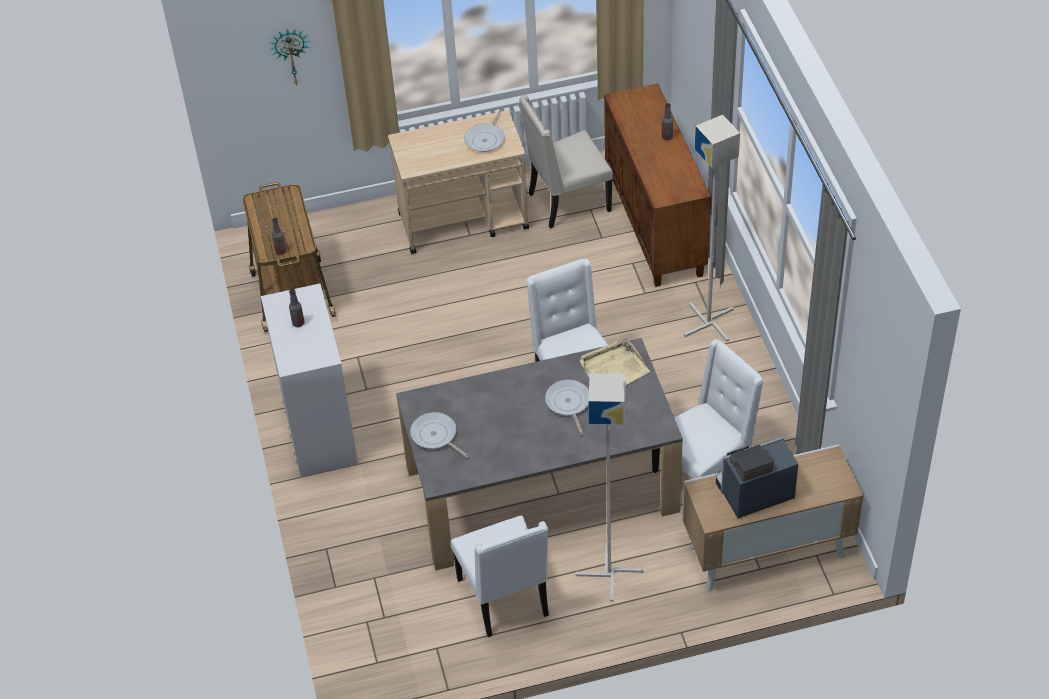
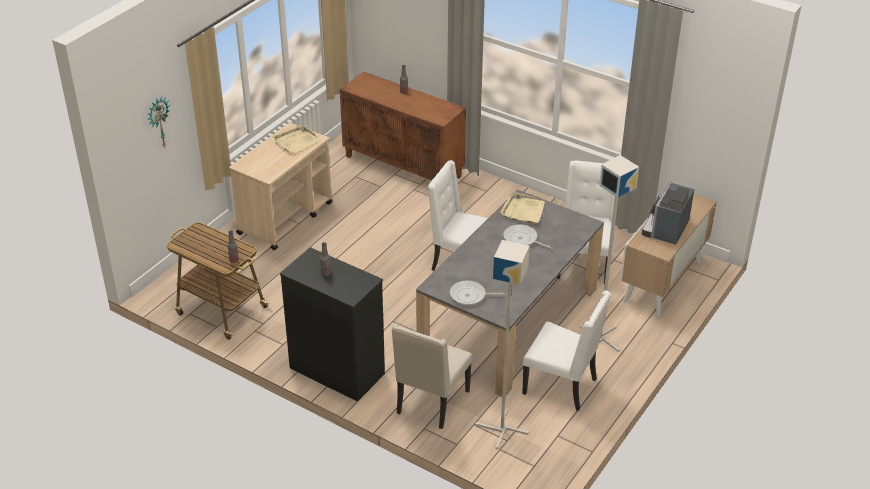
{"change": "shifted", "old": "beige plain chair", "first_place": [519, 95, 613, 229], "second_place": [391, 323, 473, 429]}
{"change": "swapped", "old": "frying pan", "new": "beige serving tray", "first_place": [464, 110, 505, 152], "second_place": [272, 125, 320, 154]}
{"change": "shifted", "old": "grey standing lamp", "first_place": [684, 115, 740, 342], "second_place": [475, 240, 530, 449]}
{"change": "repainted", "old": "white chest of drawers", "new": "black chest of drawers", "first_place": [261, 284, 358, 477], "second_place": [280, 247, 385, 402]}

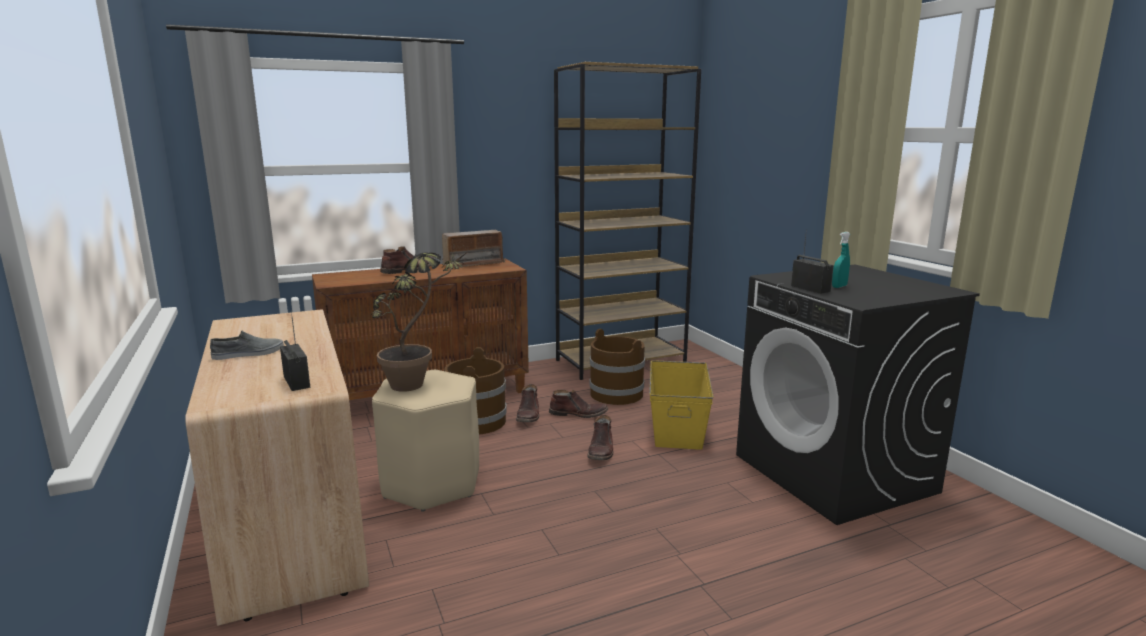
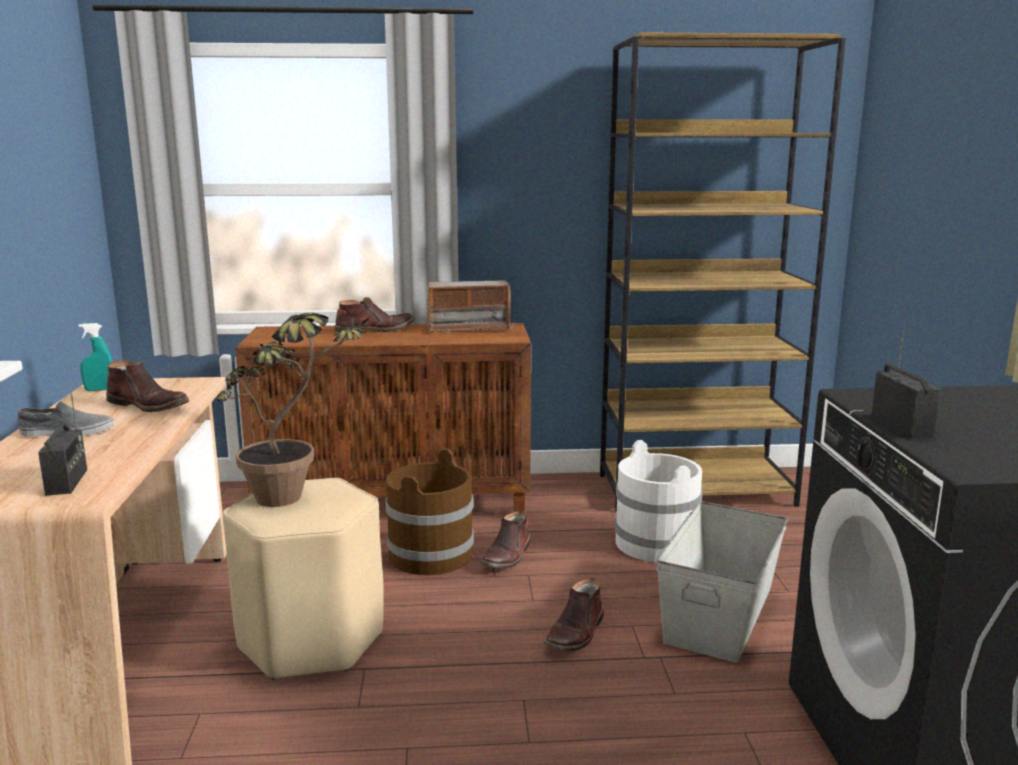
{"change": "shifted", "old": "turquoise sprayer", "first_place": [832, 232, 850, 288], "second_place": [79, 323, 113, 391]}
{"change": "repainted", "old": "brownish water bucket", "new": "white water bucket", "first_place": [589, 329, 645, 405], "second_place": [615, 440, 703, 562]}
{"change": "repainted", "old": "yellow-coloured storage container", "new": "grey storage container", "first_place": [649, 360, 714, 450], "second_place": [656, 501, 788, 663]}
{"change": "shifted", "old": "brownish high-top boot", "first_place": [549, 390, 608, 418], "second_place": [106, 360, 189, 412]}

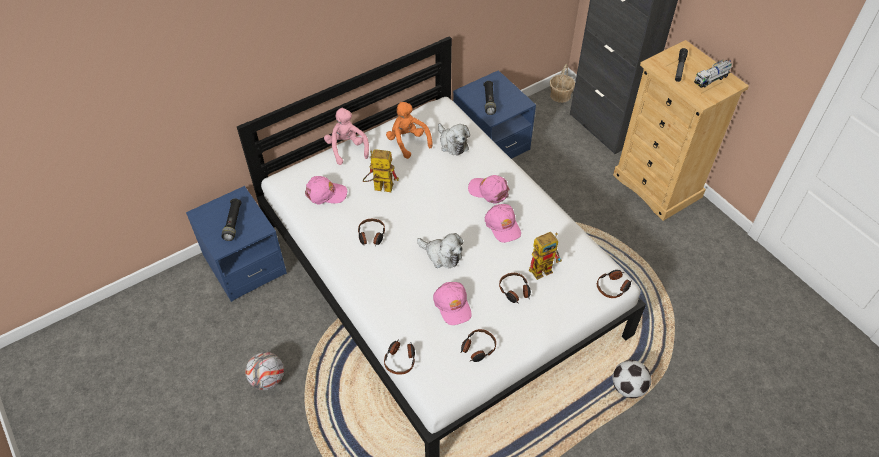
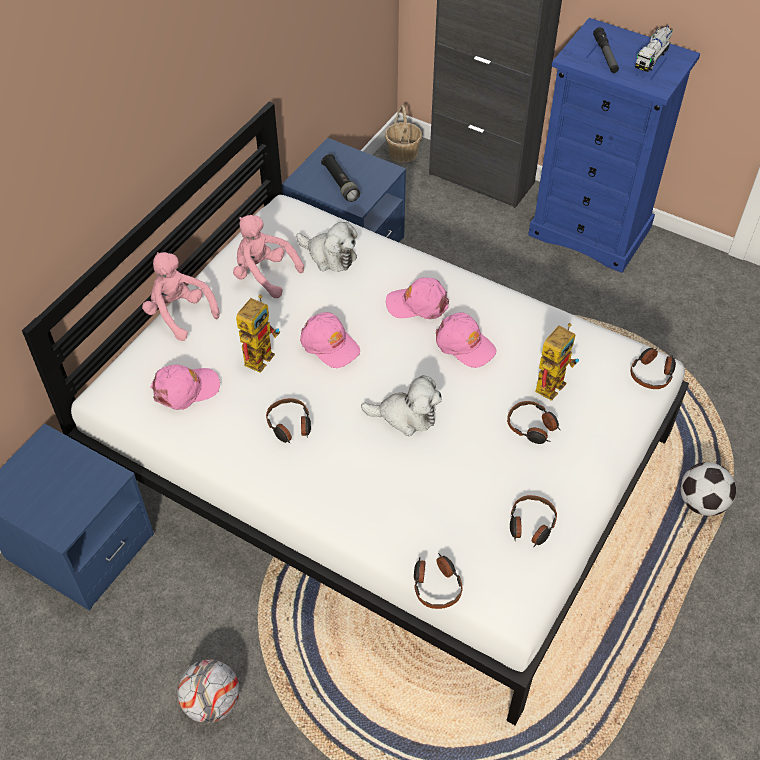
{"change": "repainted", "old": "beige chest of drawers", "new": "blue chest of drawers", "first_place": [613, 40, 749, 221], "second_place": [528, 18, 700, 273]}
{"change": "repainted", "old": "orange cuddly toy", "new": "pink cuddly toy", "first_place": [386, 102, 433, 159], "second_place": [233, 215, 304, 298]}
{"change": "rotated", "old": "model robot", "first_place": [363, 149, 399, 192], "second_place": [236, 295, 280, 373], "degrees": 135}
{"change": "gone", "old": "black torch", "first_place": [222, 199, 242, 241]}
{"change": "shifted", "old": "pink cap", "first_place": [433, 282, 472, 325], "second_place": [300, 312, 360, 368]}

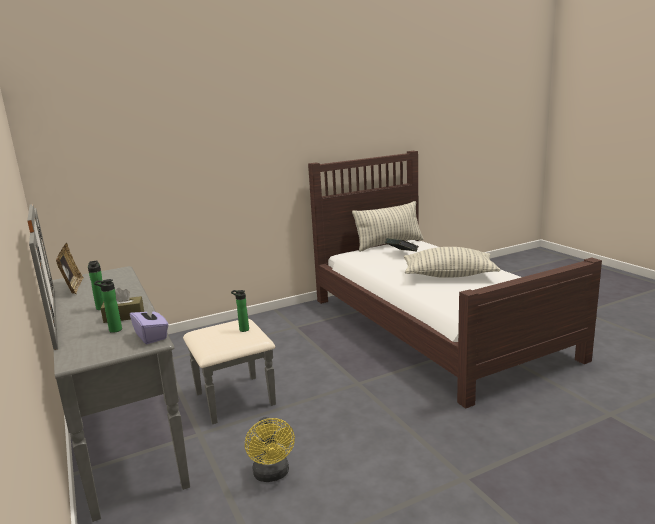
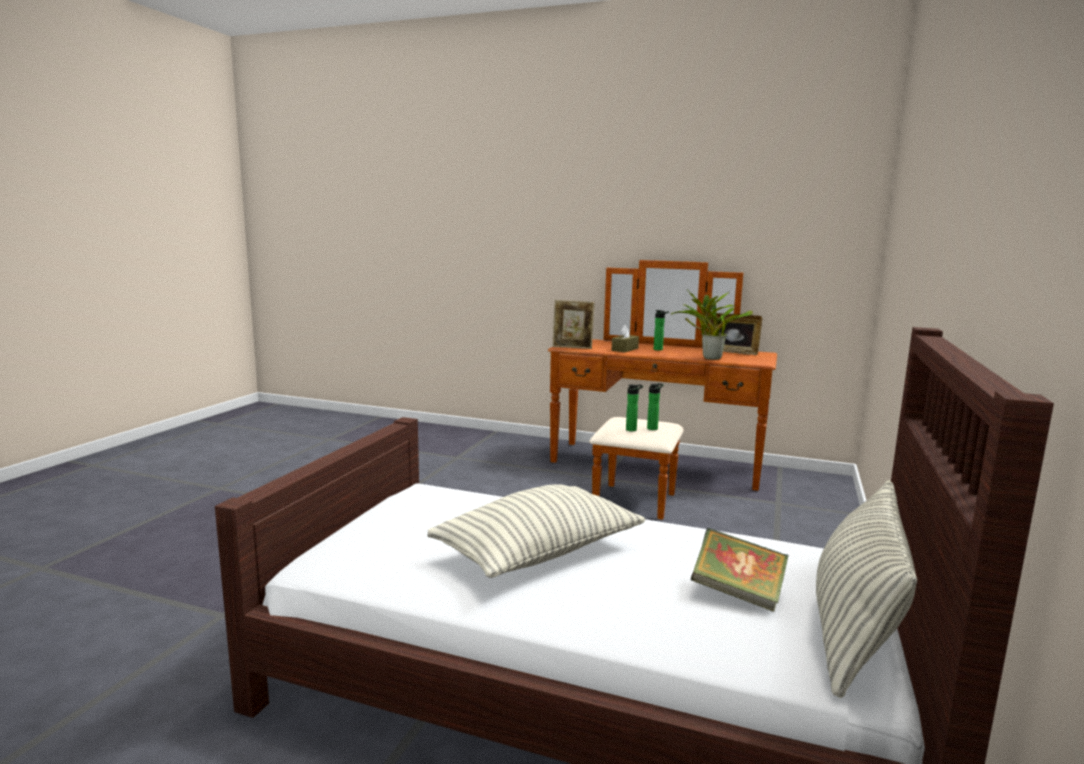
{"change": "repainted", "old": "grey chest of drawers", "new": "brownish chest of drawers", "first_place": [27, 204, 276, 522], "second_place": [548, 260, 777, 520]}
{"change": "shifted", "old": "beverage bottle", "first_place": [94, 279, 122, 333], "second_place": [647, 383, 663, 430]}
{"change": "swapped", "old": "purple-coloured tissue holder", "new": "picture frame", "first_place": [130, 304, 168, 344], "second_place": [552, 300, 595, 349]}
{"change": "gone", "old": "yellow-coloured electric fan", "first_place": [245, 417, 295, 482]}
{"change": "new", "new": "houseplant", "second_place": [670, 289, 753, 360]}

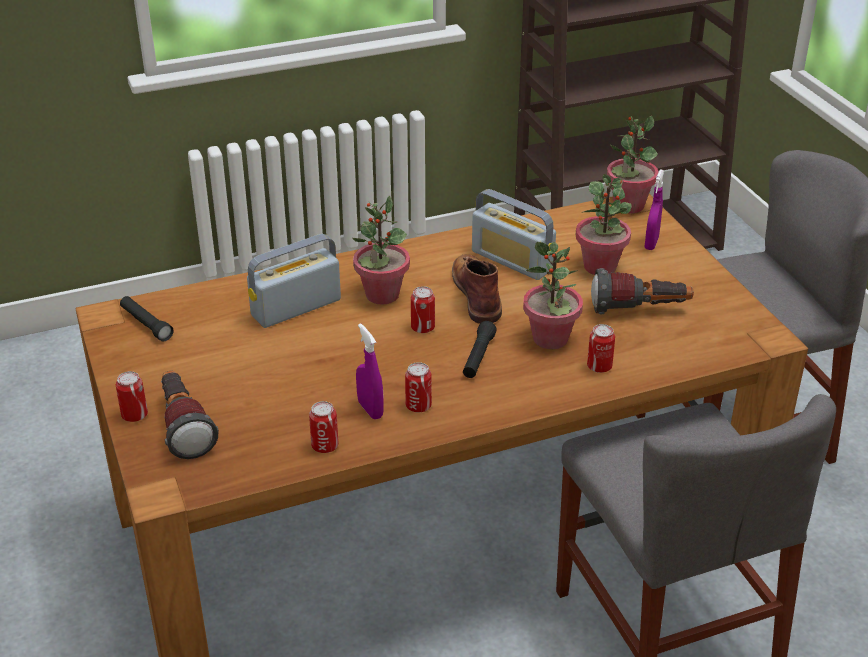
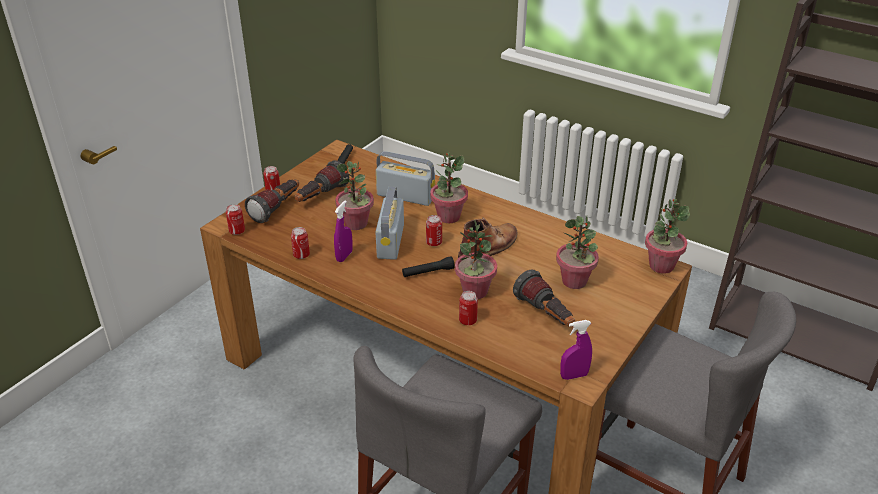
{"change": "shifted", "old": "purple-coloured sprayer", "first_place": [644, 169, 664, 250], "second_place": [560, 320, 592, 380]}
{"change": "shifted", "old": "radio set", "first_place": [472, 189, 556, 280], "second_place": [376, 187, 404, 260]}
{"change": "shifted", "old": "sealed can", "first_place": [405, 362, 432, 413], "second_place": [226, 204, 245, 235]}
{"change": "new", "new": "torch", "second_place": [295, 160, 349, 202]}
{"change": "new", "new": "houseplant", "second_place": [335, 161, 374, 230]}

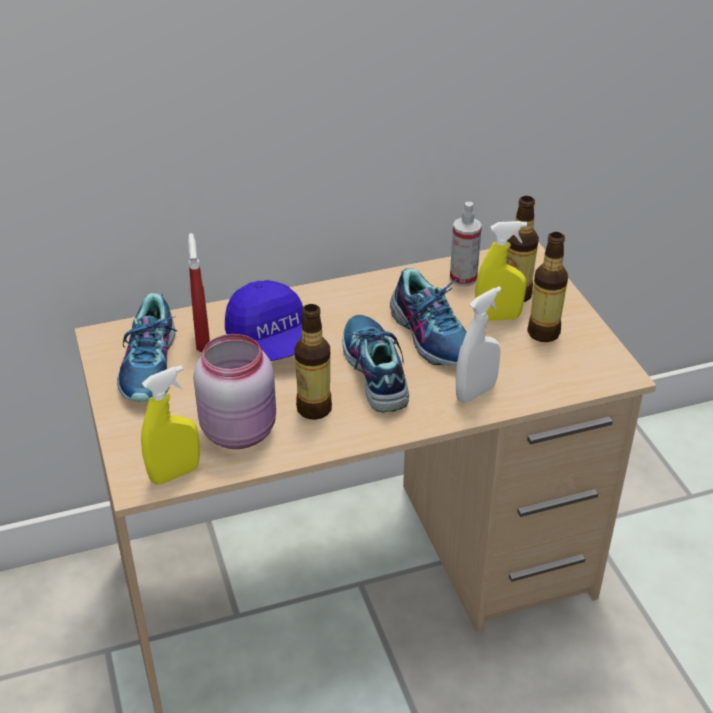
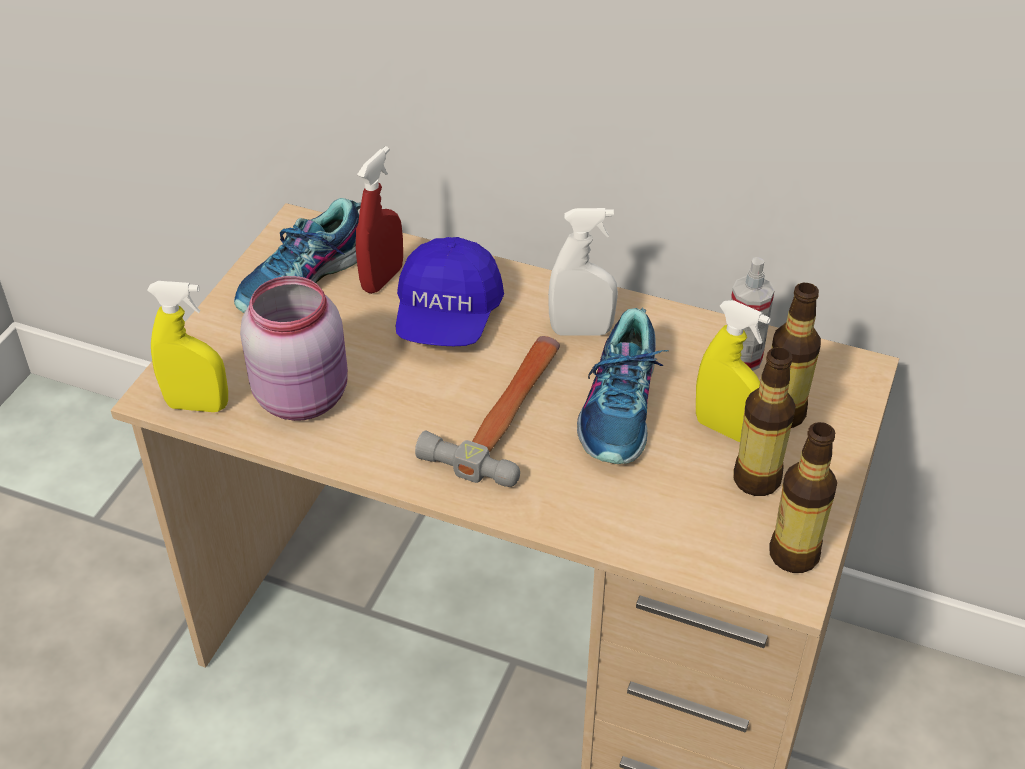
{"change": "shifted", "old": "white sprayer", "first_place": [456, 286, 502, 402], "second_place": [548, 208, 618, 336]}
{"change": "shifted", "old": "beverage bottle", "first_place": [294, 304, 332, 420], "second_place": [769, 422, 837, 573]}
{"change": "swapped", "old": "shoe", "new": "tool hammer", "first_place": [342, 315, 409, 412], "second_place": [415, 336, 560, 487]}

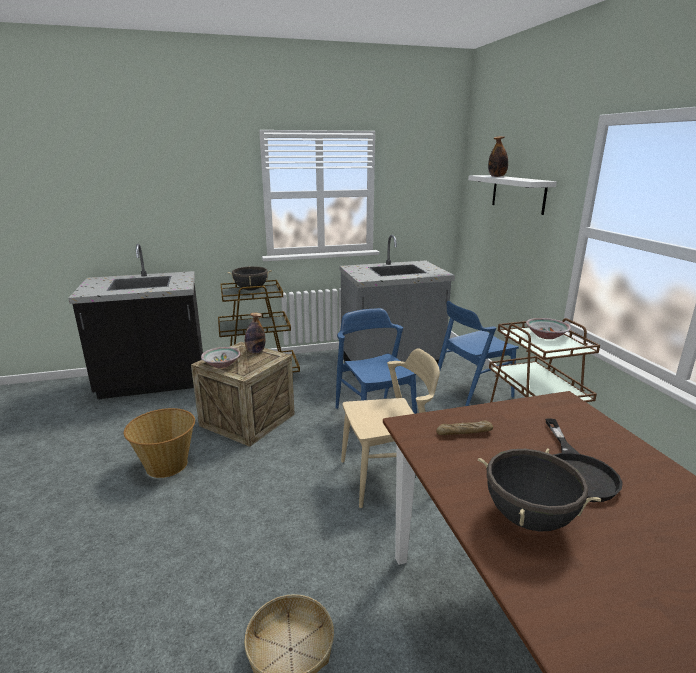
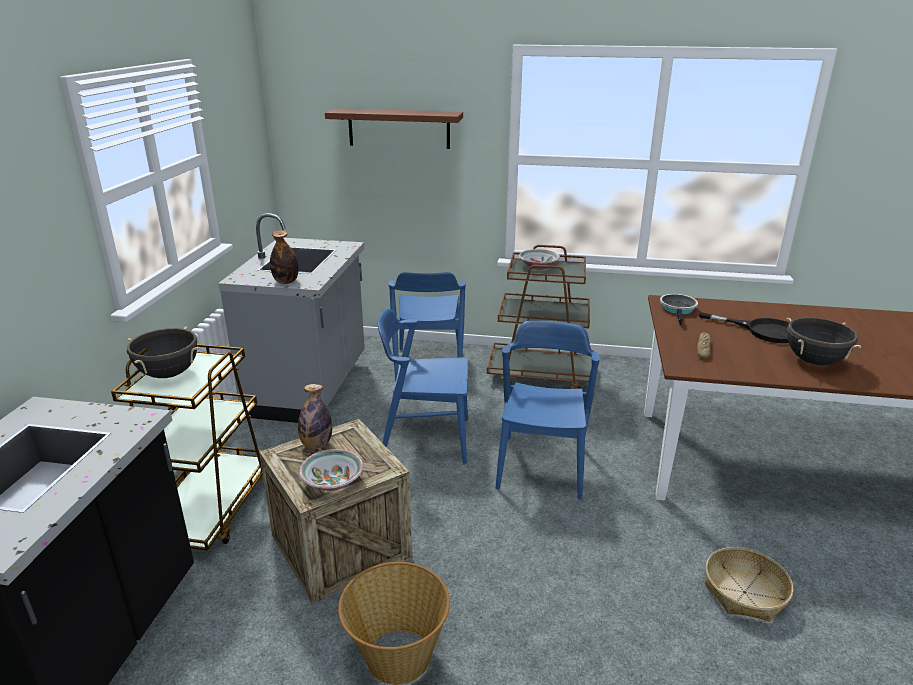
{"change": "shifted", "old": "beverage bottle", "first_place": [488, 136, 508, 177], "second_place": [270, 230, 299, 284]}
{"change": "repainted", "old": "white wall shelf", "new": "brownish wall shelf", "first_place": [468, 175, 557, 215], "second_place": [325, 108, 463, 149]}
{"change": "repainted", "old": "beige plain chair", "new": "blue plain chair", "first_place": [341, 348, 440, 508], "second_place": [495, 321, 600, 500]}
{"change": "new", "new": "frying pan", "second_place": [660, 294, 698, 325]}

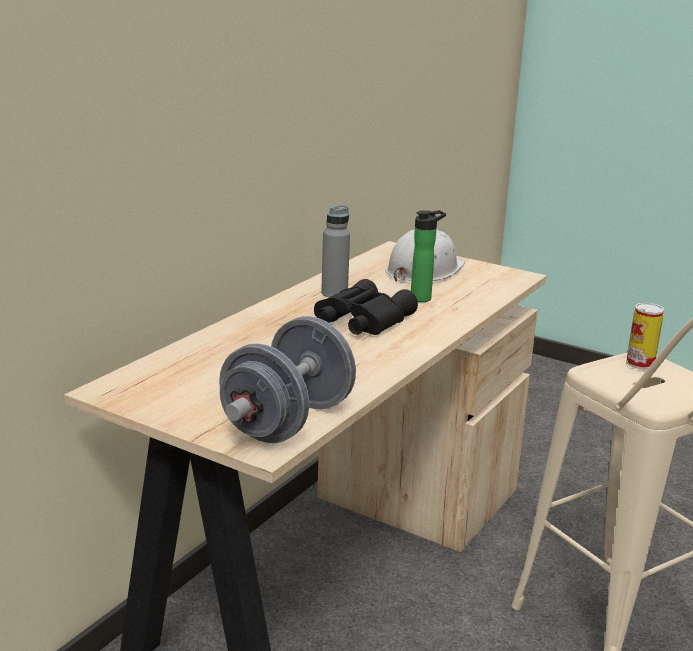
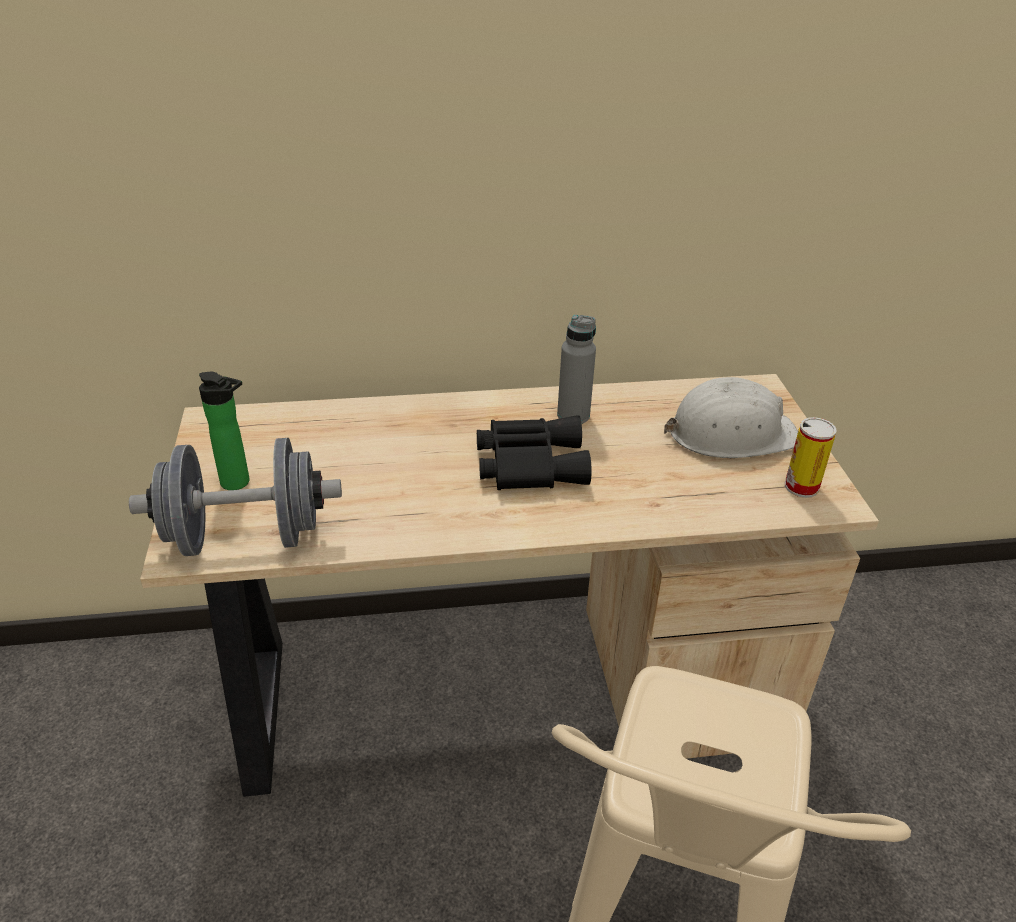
{"change": "shifted", "old": "beverage bottle", "first_place": [411, 210, 446, 302], "second_place": [199, 372, 250, 490]}
{"change": "shifted", "old": "sealed can", "first_place": [626, 303, 664, 369], "second_place": [785, 417, 836, 498]}

